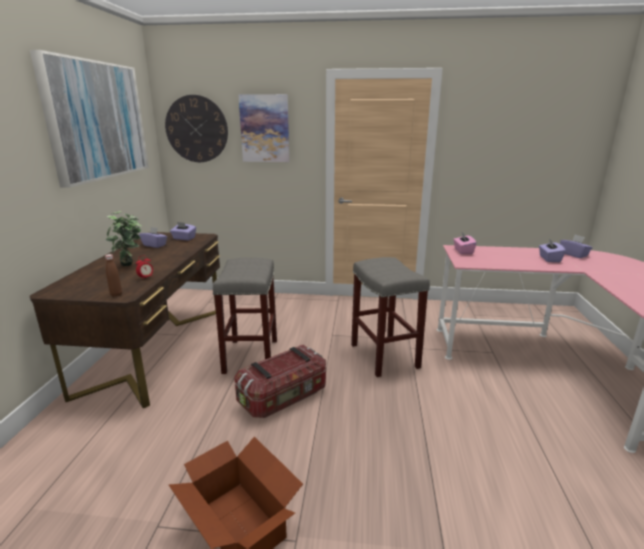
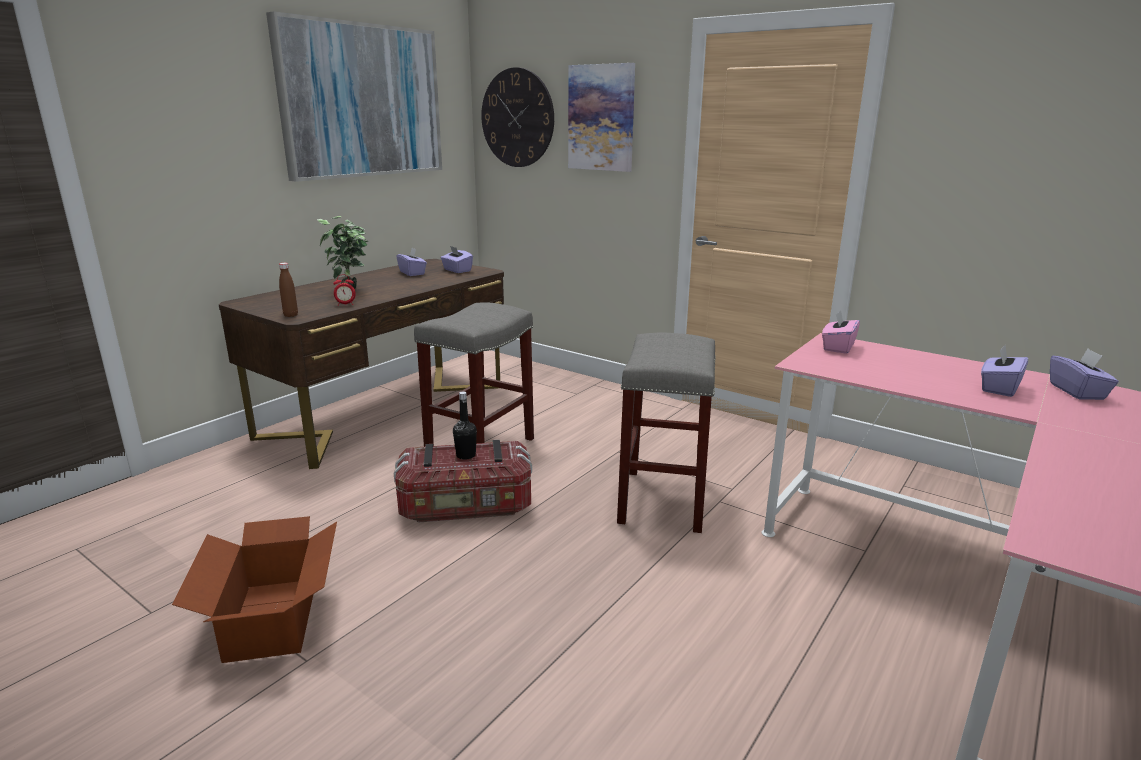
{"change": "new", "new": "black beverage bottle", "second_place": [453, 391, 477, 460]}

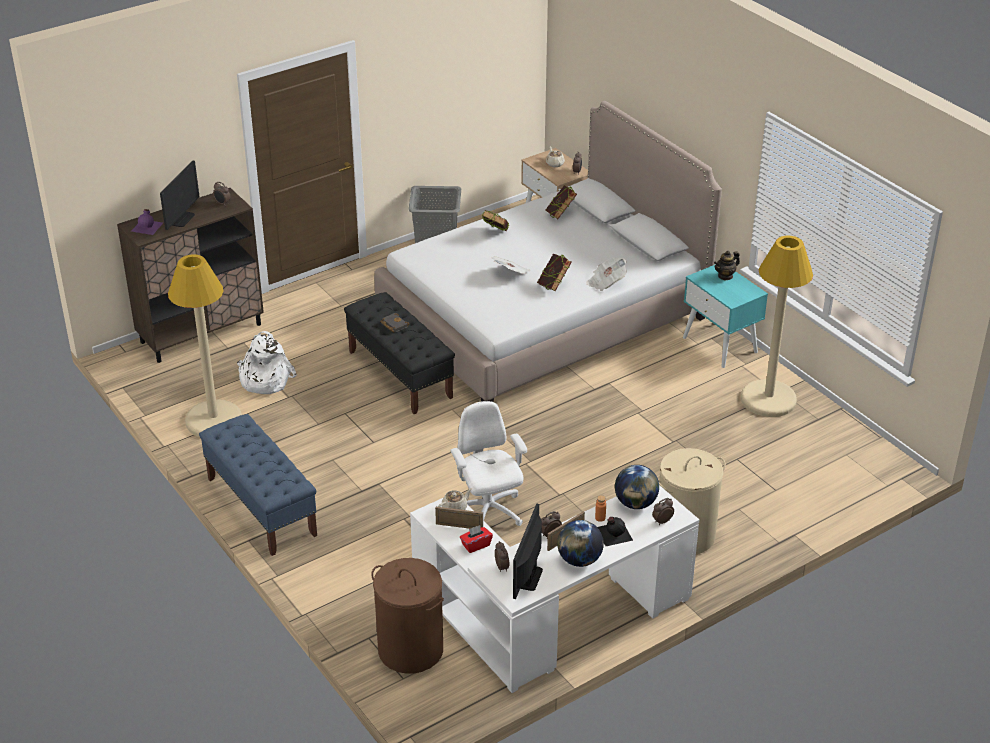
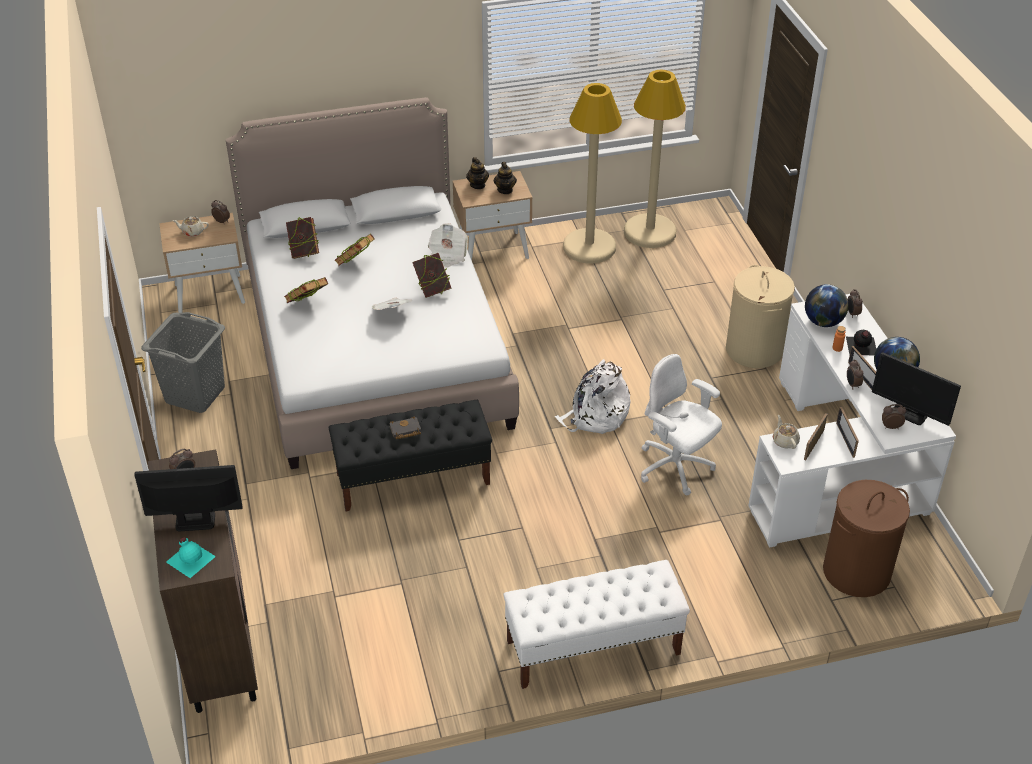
{"change": "rotated", "old": "computer screen", "first_place": [160, 161, 199, 230], "second_place": [134, 465, 243, 532], "degrees": -45}
{"change": "repainted", "old": "purple-coloured beverage bottle", "new": "turquoise beverage bottle", "first_place": [132, 209, 163, 235], "second_place": [166, 537, 216, 578]}
{"change": "shifted", "old": "beige standing lamp", "first_place": [168, 254, 242, 437], "second_place": [624, 70, 686, 248]}
{"change": "repainted", "old": "turquoise night table", "new": "beige night table", "first_place": [683, 264, 768, 368], "second_place": [452, 171, 533, 260]}
{"change": "shifted", "old": "white rucksack", "first_place": [237, 331, 297, 394], "second_place": [555, 359, 631, 434]}
{"change": "rotated", "old": "white desk chair", "first_place": [450, 401, 527, 526], "second_place": [641, 354, 722, 495], "degrees": 45}
{"change": "repainted", "old": "blue indoor bench", "new": "white indoor bench", "first_place": [199, 414, 317, 556], "second_place": [503, 560, 690, 689]}
{"change": "swapped", "old": "reddish tissue holder", "new": "picture frame", "first_place": [460, 525, 493, 553], "second_place": [836, 407, 859, 458]}
{"change": "new", "new": "pot for tea", "second_place": [494, 162, 517, 194]}
{"change": "new", "new": "bound book", "second_place": [334, 233, 375, 265]}

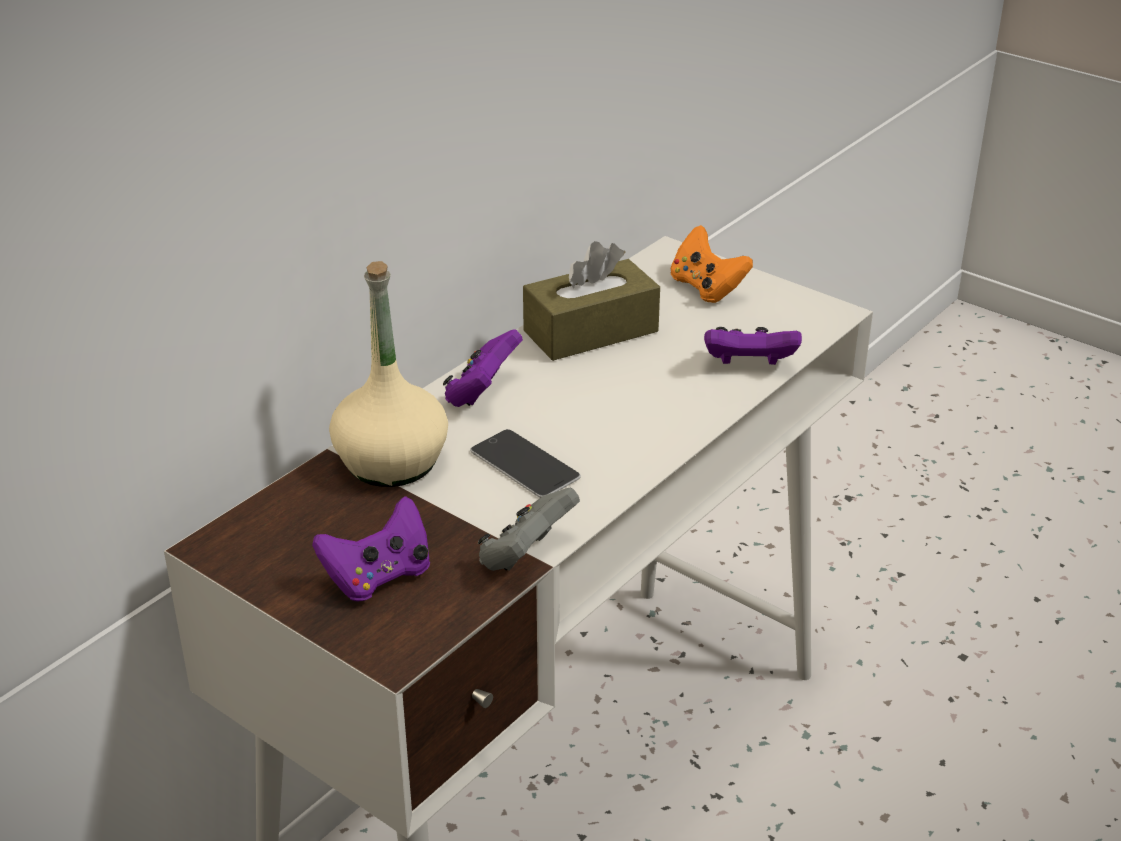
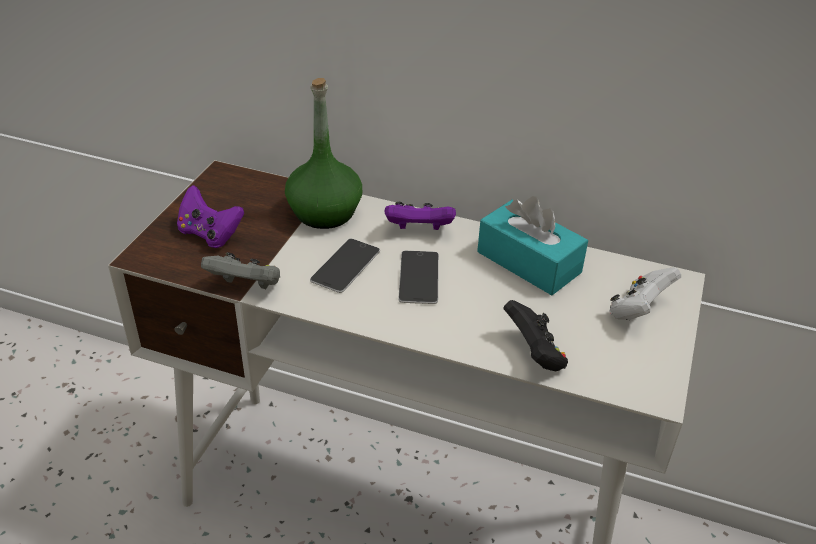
{"change": "repainted", "old": "orange game controller", "new": "white game controller", "first_place": [671, 225, 753, 303], "second_place": [609, 267, 681, 321]}
{"change": "repainted", "old": "brownish tissue holder", "new": "turquoise tissue holder", "first_place": [523, 241, 660, 361], "second_place": [477, 196, 588, 295]}
{"change": "repainted", "old": "beige beverage bottle", "new": "green beverage bottle", "first_place": [329, 261, 448, 487], "second_place": [285, 78, 362, 229]}
{"change": "repainted", "old": "purple-coloured game controller", "new": "black game controller", "first_place": [704, 327, 802, 365], "second_place": [503, 300, 568, 371]}
{"change": "new", "new": "handset", "second_place": [398, 251, 439, 304]}

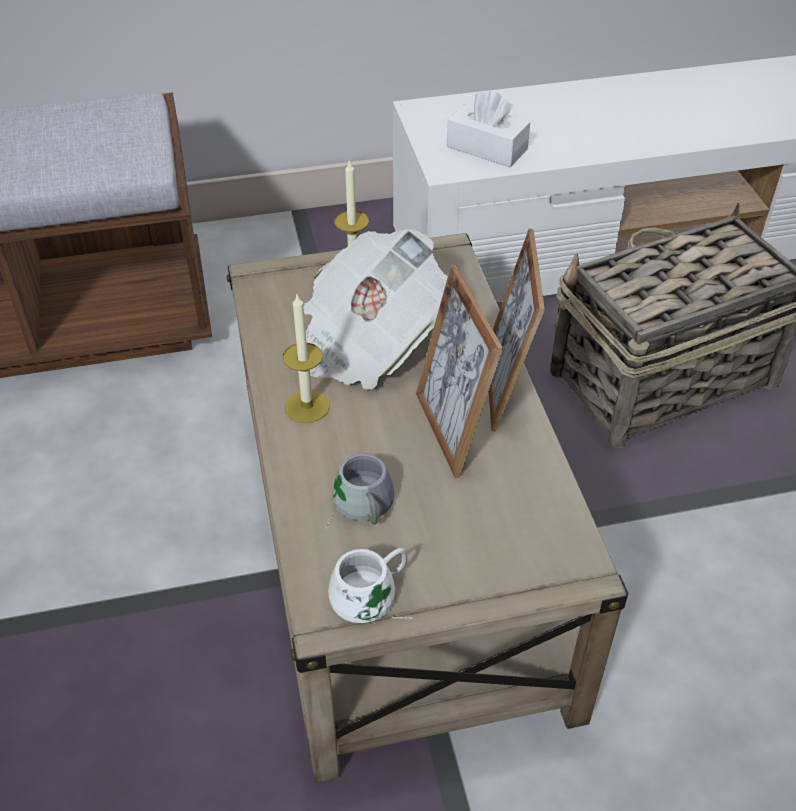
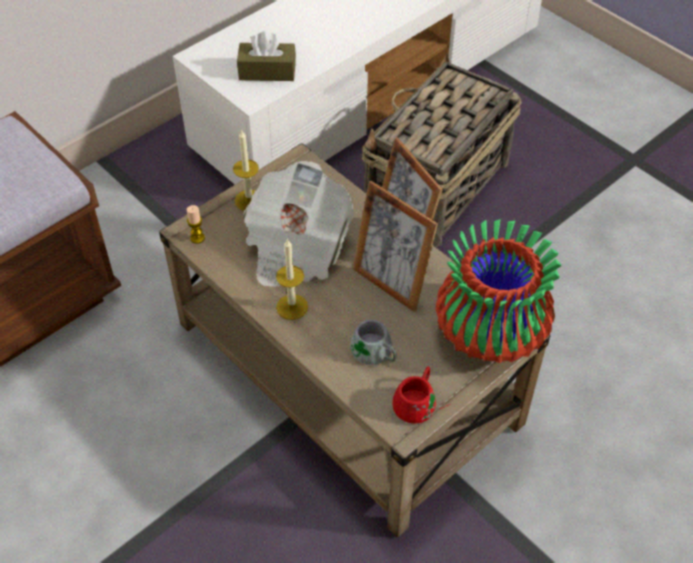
{"change": "repainted", "old": "white tissue holder", "new": "brownish tissue holder", "first_place": [447, 90, 530, 167], "second_place": [237, 31, 296, 81]}
{"change": "repainted", "old": "white coffee mug", "new": "reddish coffee mug", "first_place": [328, 548, 413, 623], "second_place": [393, 367, 450, 424]}
{"change": "new", "new": "wax light", "second_place": [187, 205, 205, 244]}
{"change": "new", "new": "flower vase", "second_place": [435, 219, 561, 363]}

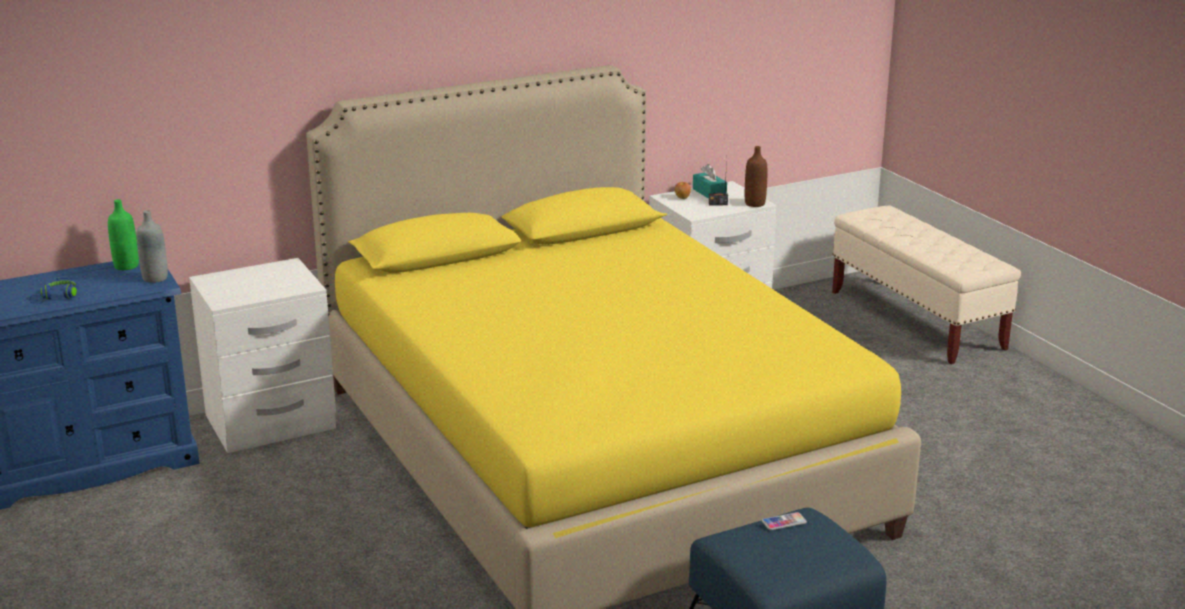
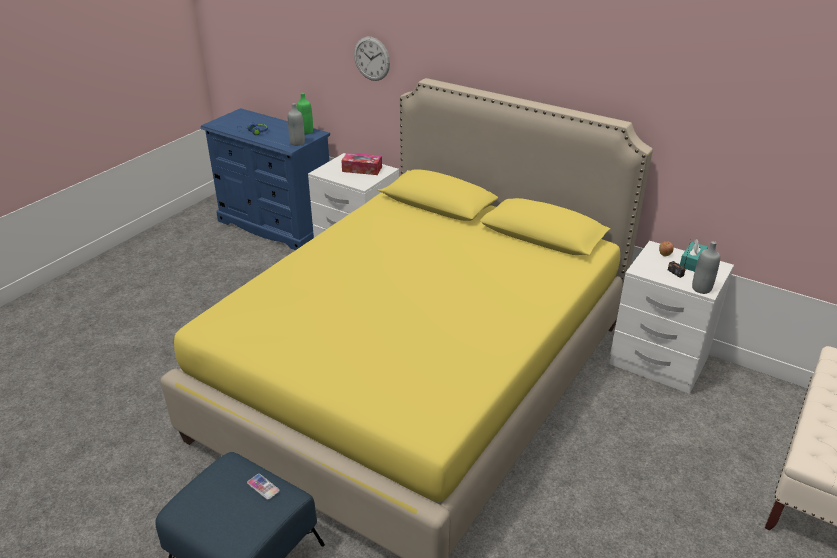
{"change": "repainted", "old": "brownish beverage bottle", "new": "grey beverage bottle", "first_place": [745, 146, 767, 207], "second_place": [692, 241, 720, 294]}
{"change": "new", "new": "hanging clock", "second_place": [354, 37, 390, 81]}
{"change": "new", "new": "tissue holder", "second_place": [341, 153, 382, 175]}

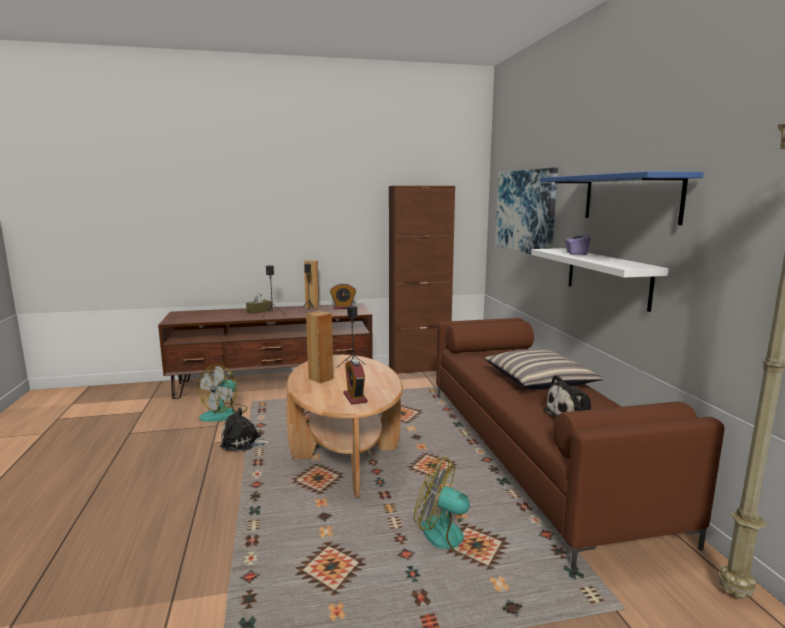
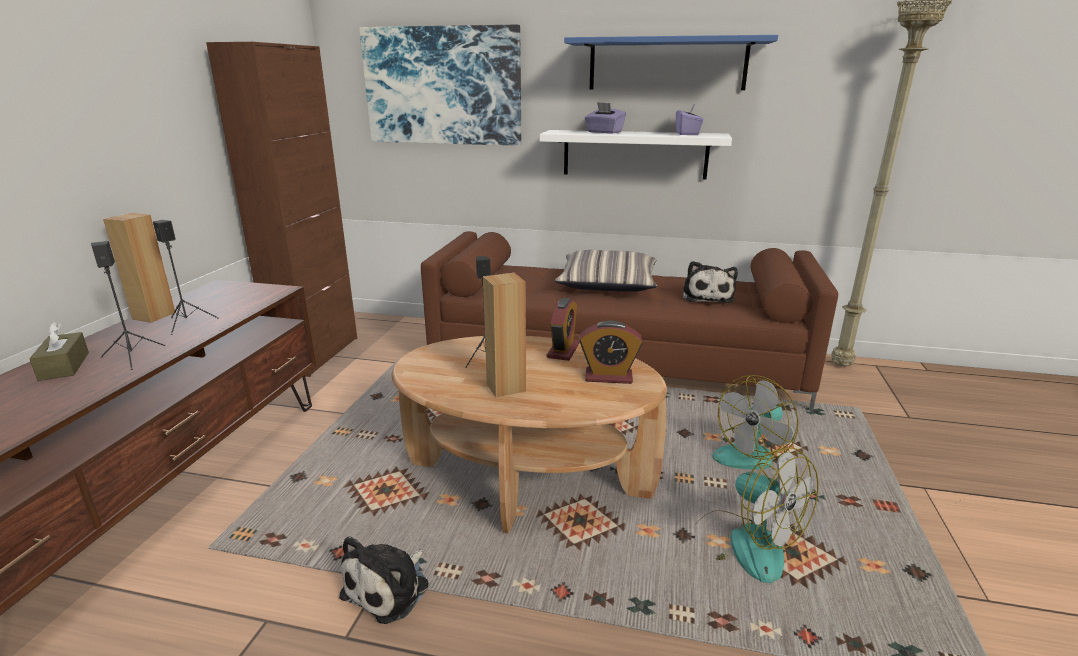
{"change": "shifted", "old": "bedside clock", "first_place": [330, 283, 356, 309], "second_place": [547, 298, 579, 361]}
{"change": "shifted", "old": "electric fan", "first_place": [198, 364, 248, 422], "second_place": [697, 447, 819, 583]}
{"change": "new", "new": "purple-coloured tissue holder", "second_place": [676, 104, 704, 135]}

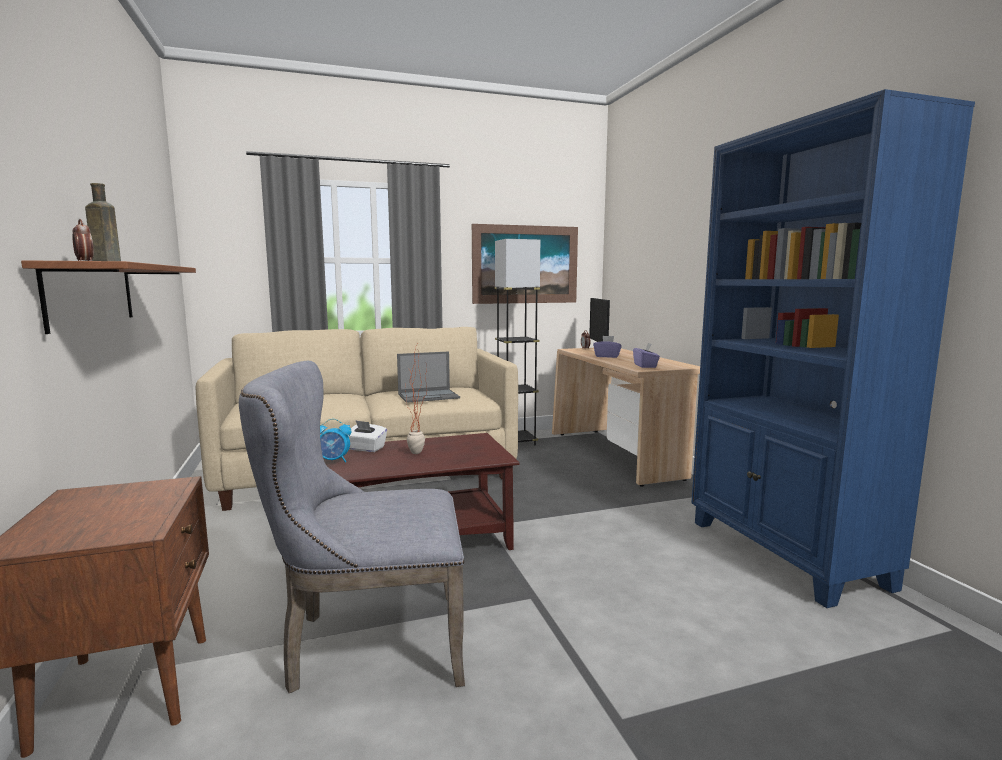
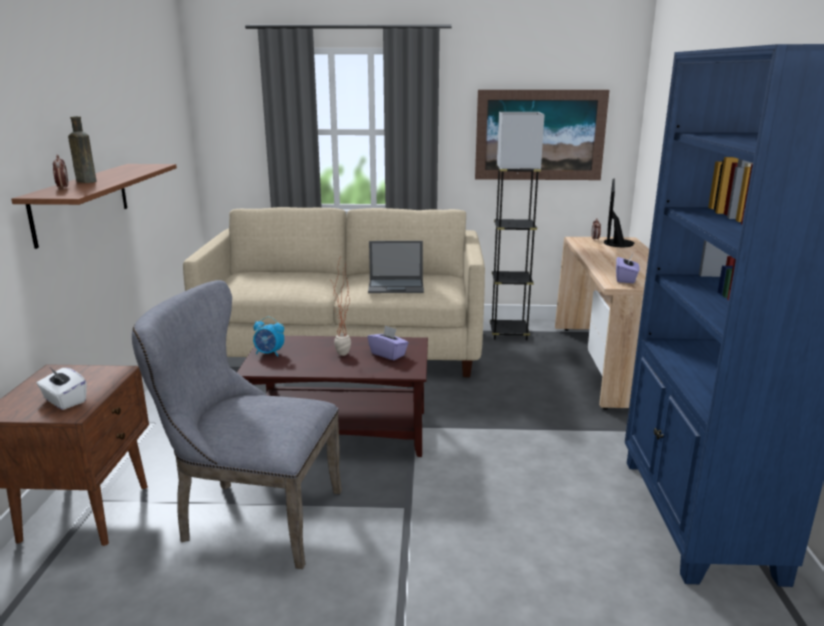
{"change": "shifted", "old": "purple-coloured tissue holder", "first_place": [593, 336, 622, 358], "second_place": [368, 325, 409, 360]}
{"change": "shifted", "old": "white tissue holder", "first_place": [349, 421, 387, 452], "second_place": [37, 368, 87, 410]}

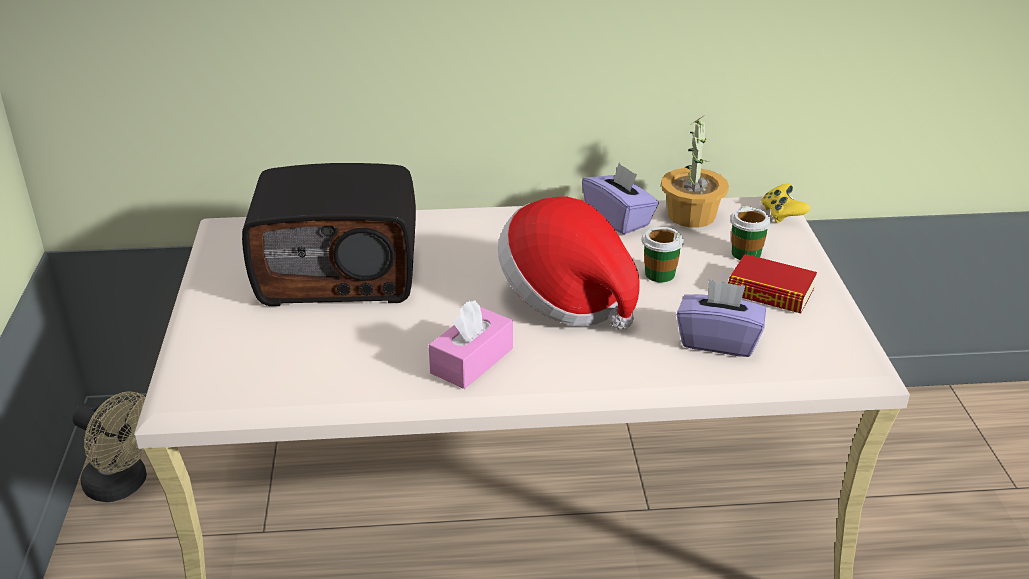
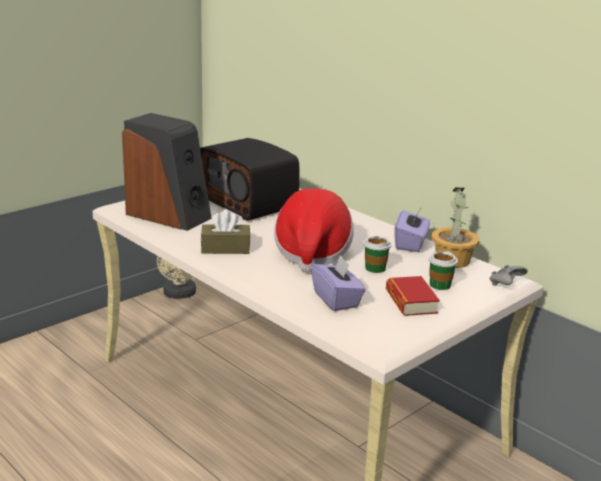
{"change": "repainted", "old": "yellow-coloured game controller", "new": "grey game controller", "first_place": [761, 184, 810, 223], "second_place": [489, 265, 528, 286]}
{"change": "repainted", "old": "pink tissue holder", "new": "brownish tissue holder", "first_place": [429, 300, 513, 389], "second_place": [201, 210, 250, 254]}
{"change": "new", "new": "speaker", "second_place": [122, 113, 212, 231]}

